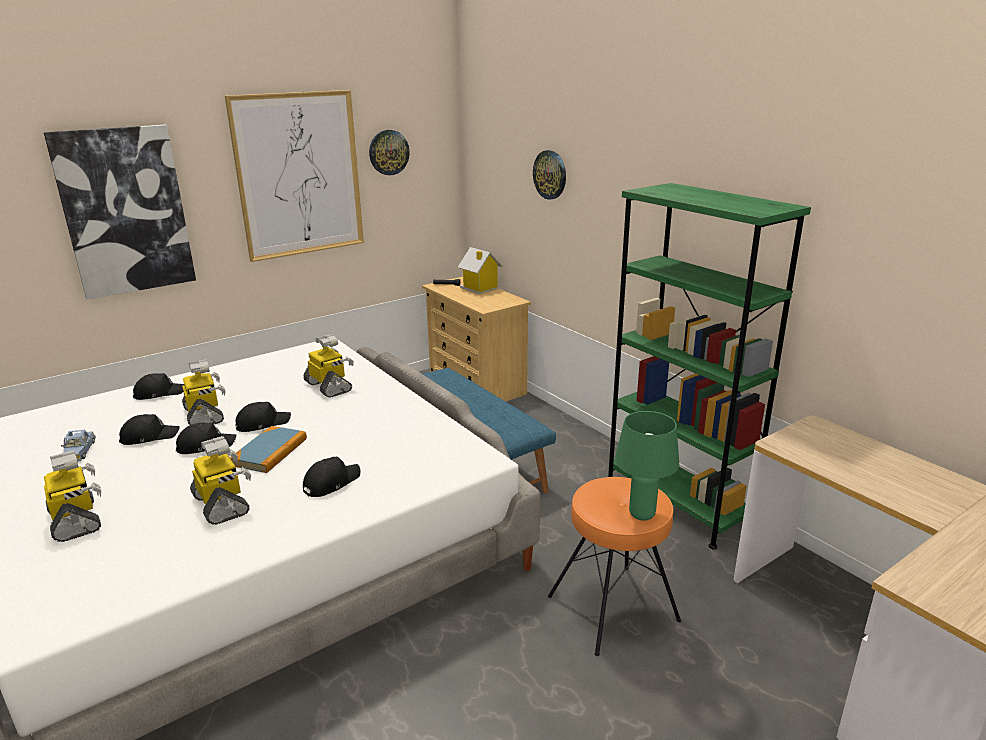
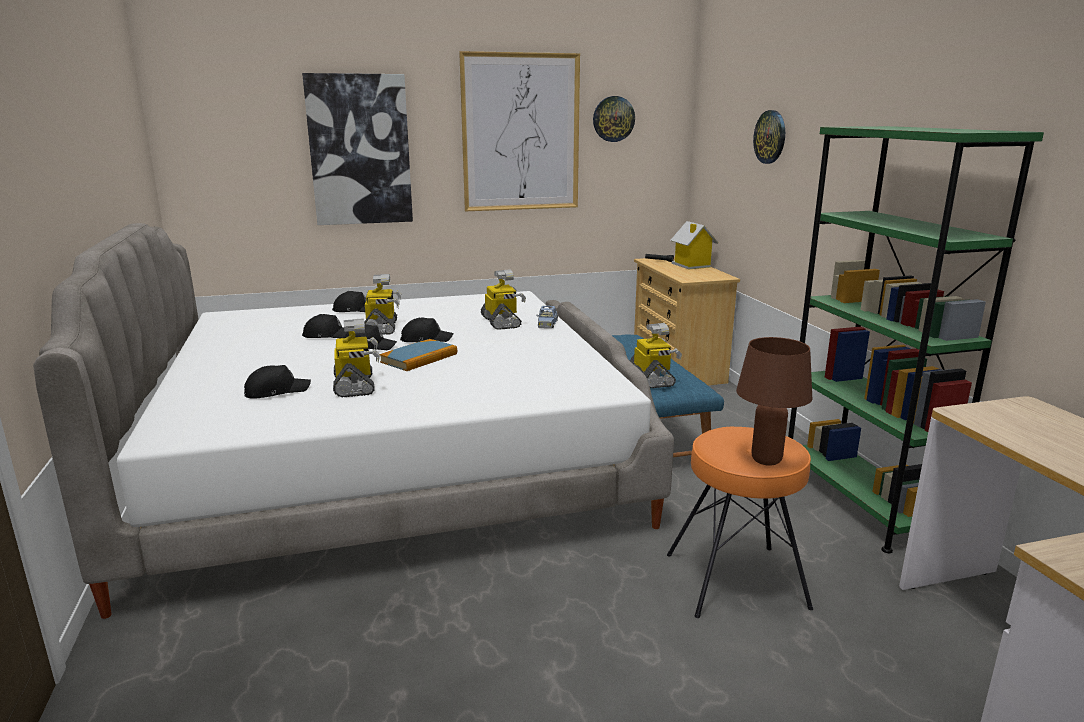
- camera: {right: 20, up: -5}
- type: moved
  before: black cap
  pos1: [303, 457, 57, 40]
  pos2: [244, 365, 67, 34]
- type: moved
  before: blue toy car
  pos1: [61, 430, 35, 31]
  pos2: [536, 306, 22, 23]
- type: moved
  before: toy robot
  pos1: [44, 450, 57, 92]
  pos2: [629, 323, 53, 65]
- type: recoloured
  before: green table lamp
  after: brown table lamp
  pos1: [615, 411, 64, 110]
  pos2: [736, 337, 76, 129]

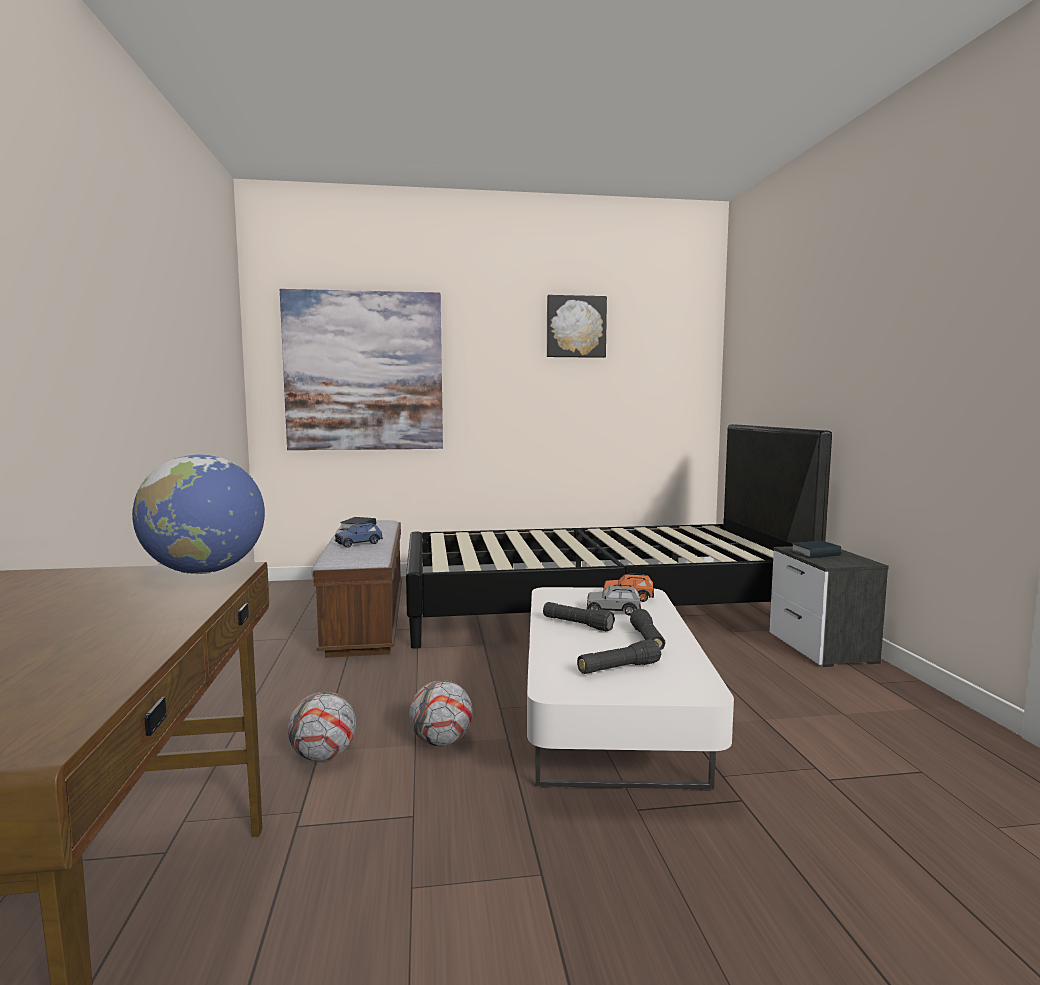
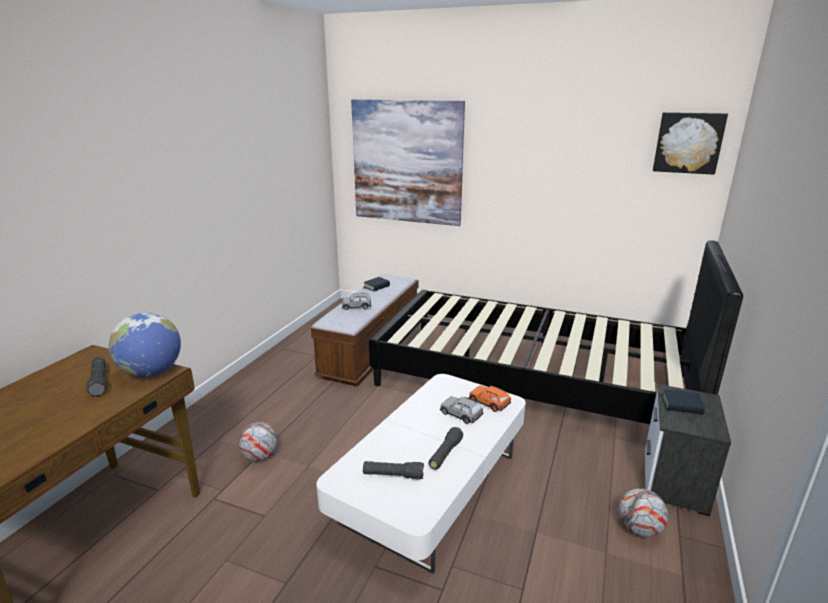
- camera: {right: 30, up: 15}
- type: moved
  before: black flashlight
  pos1: [543, 602, 72, 29]
  pos2: [86, 357, 21, 39]
- type: recoloured
  before: blue toy car
  after: grey toy car
  pos1: [335, 522, 48, 26]
  pos2: [342, 293, 29, 17]
- type: moved
  before: football
  pos1: [409, 680, 64, 66]
  pos2: [619, 488, 49, 49]
- type: moved
  before: picture
  pos1: [547, 295, 60, 63]
  pos2: [653, 112, 75, 63]

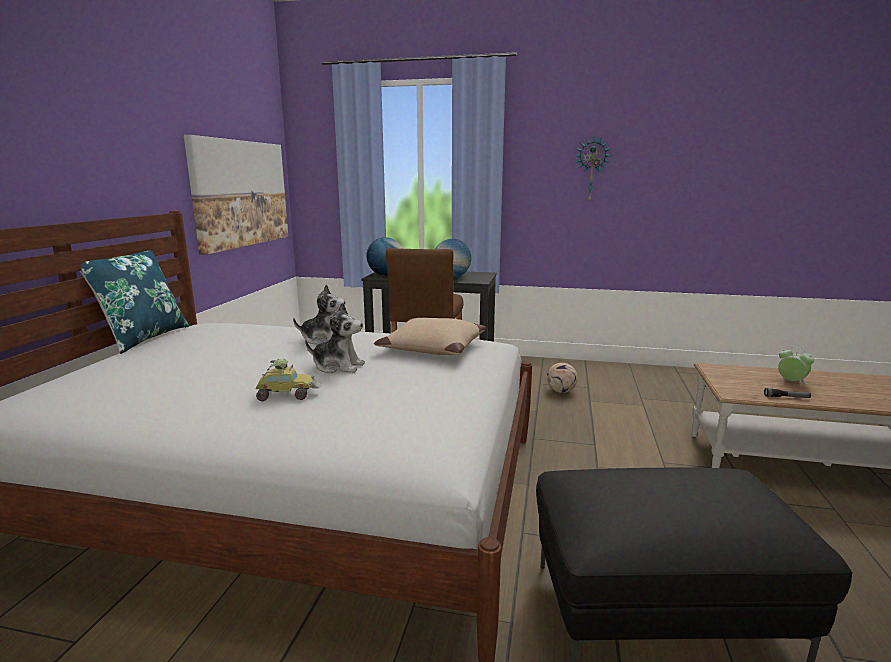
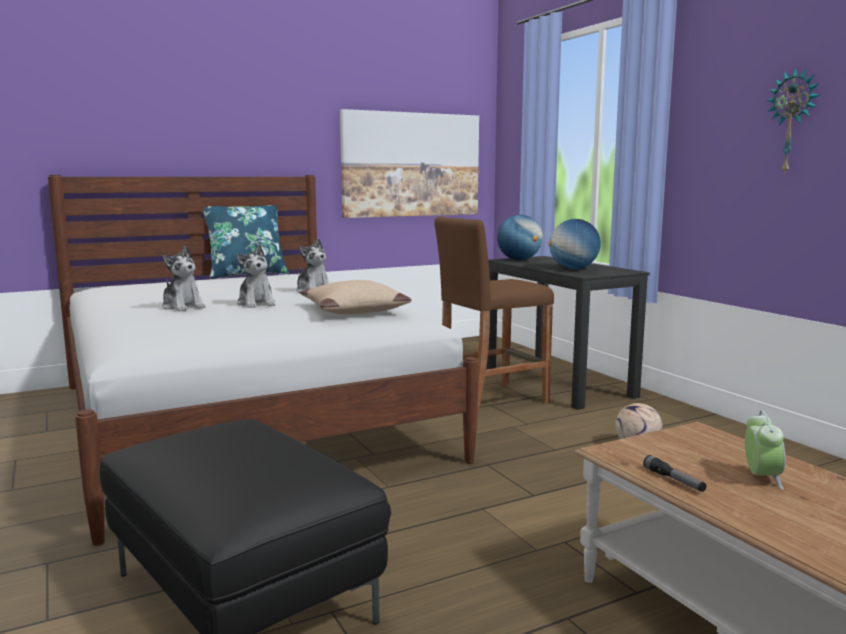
- camera: {right: 50, up: -5}
- type: replaced
  before: toy car
  after: plush toy
  pos1: [256, 359, 66, 42]
  pos2: [162, 246, 44, 65]

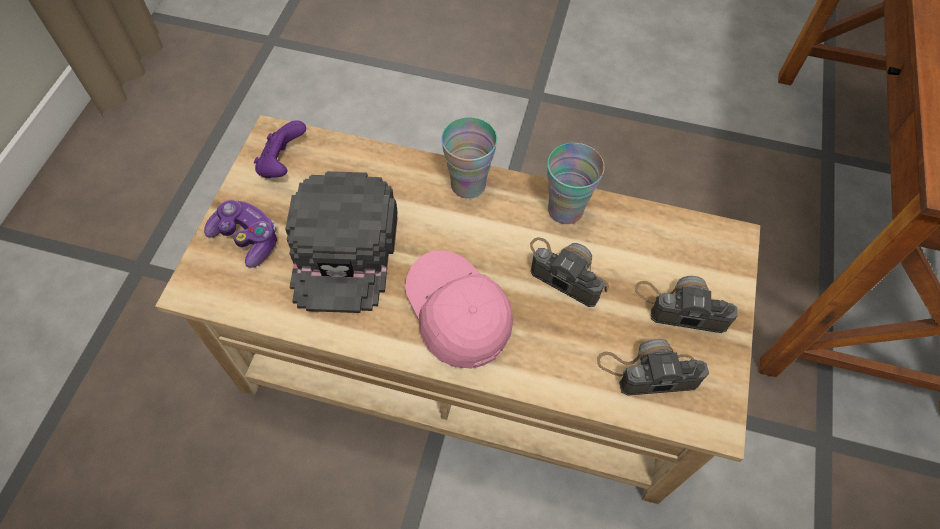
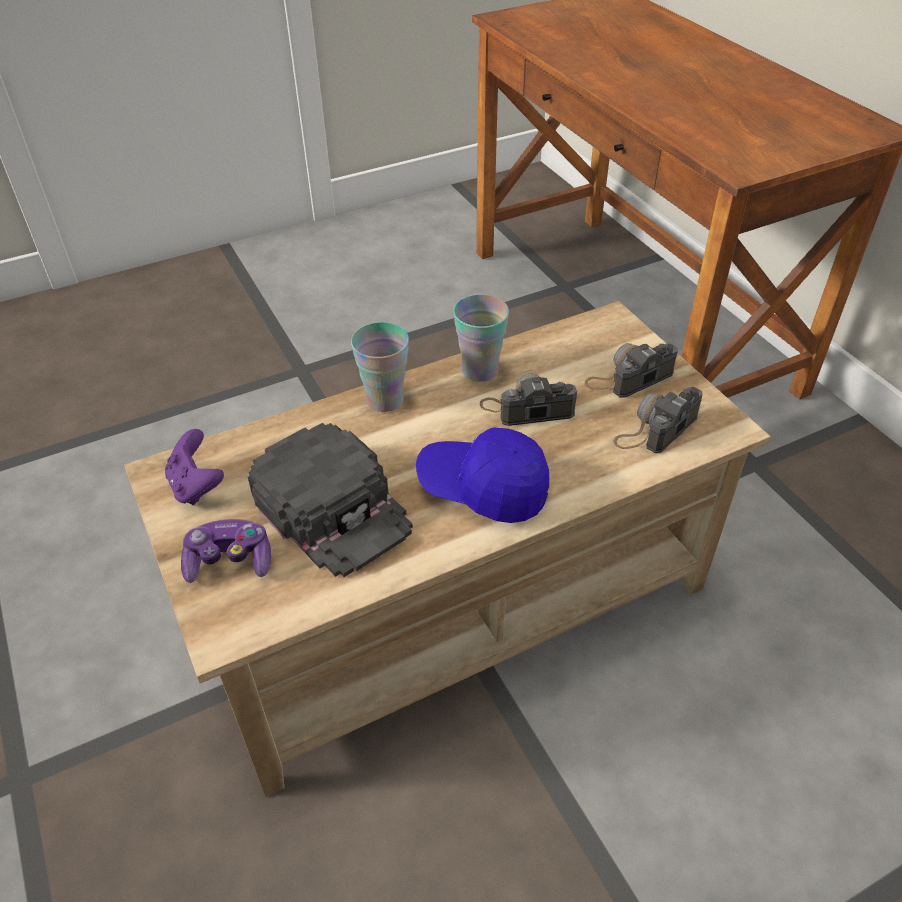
- camera: {right: -40, up: -15}
- type: recoloured
  before: pink cap
  after: blue cap
  pos1: [405, 250, 108, 119]
  pos2: [416, 427, 133, 96]

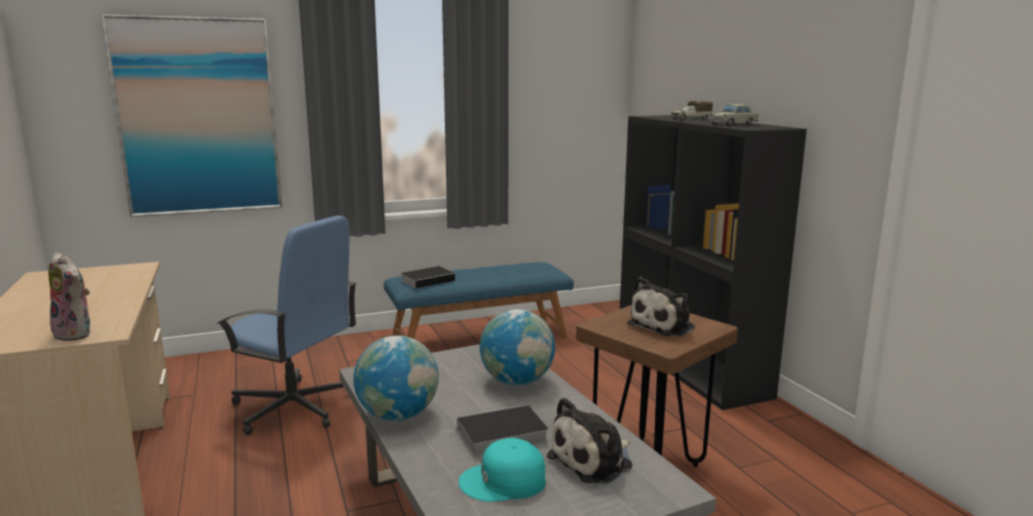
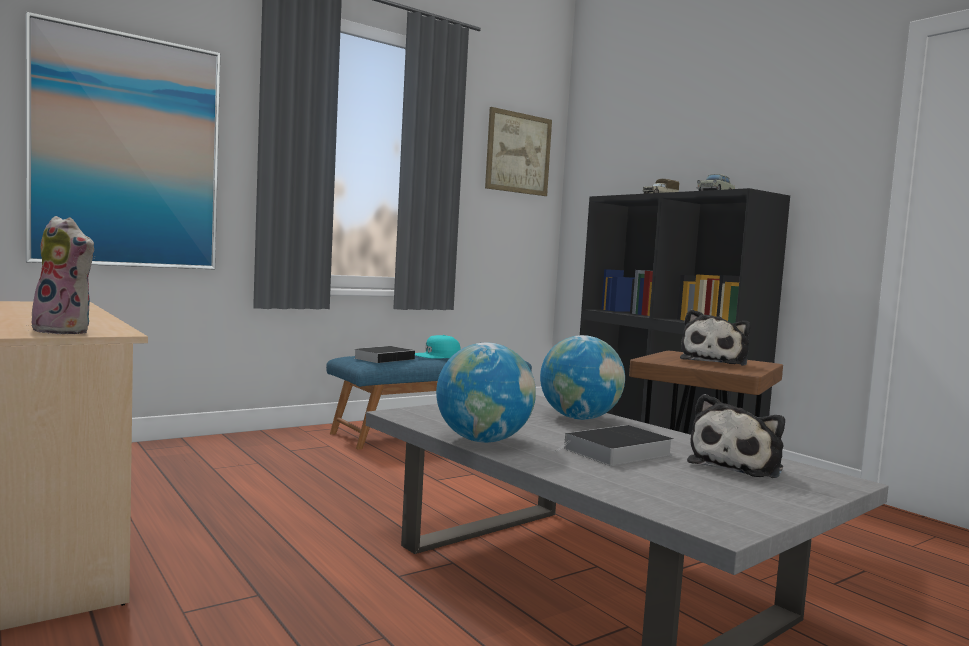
- camera: {right: -15, up: -10}
- type: moved
  before: turquoise cap
  pos1: [458, 438, 88, 64]
  pos2: [415, 335, 46, 24]
- type: added
  after: picture
  pos2: [485, 107, 67, 89]
- type: removed
  before: blue office chair
  pos1: [217, 216, 140, 219]

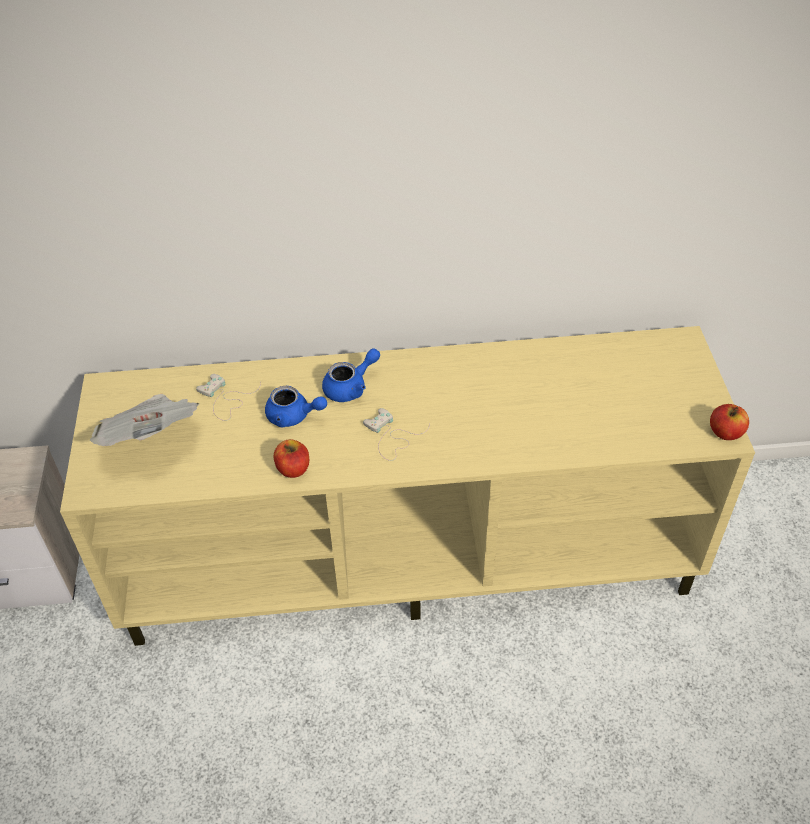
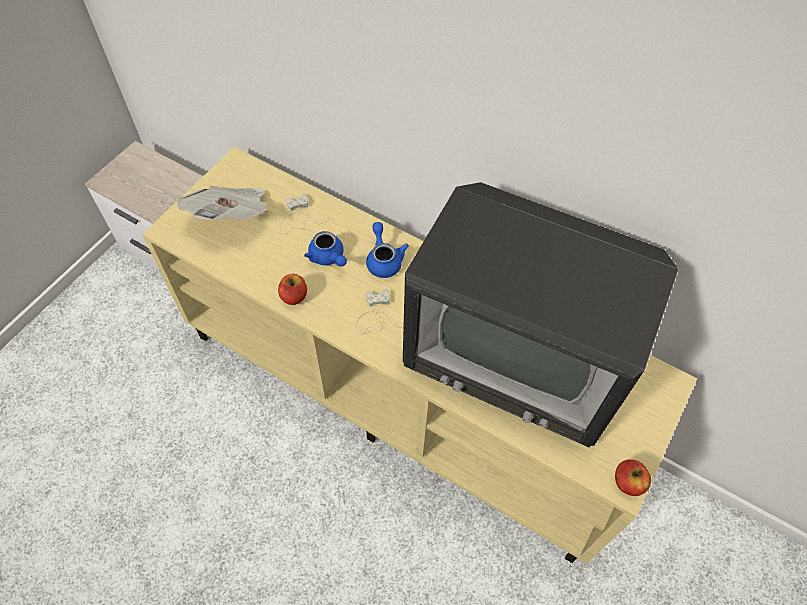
- camera: {right: 35, up: 10}
- type: turned
  before: blue teapot
  pos1: [322, 348, 58, 54]
  pos2: [366, 222, 43, 56]
  turn: -105
- type: added
  after: television
  pos2: [403, 182, 276, 265]

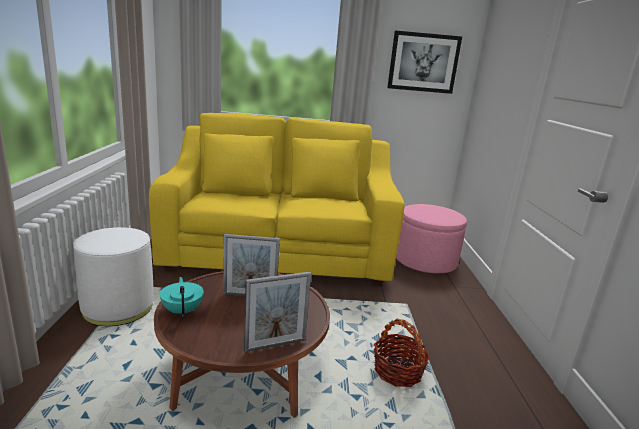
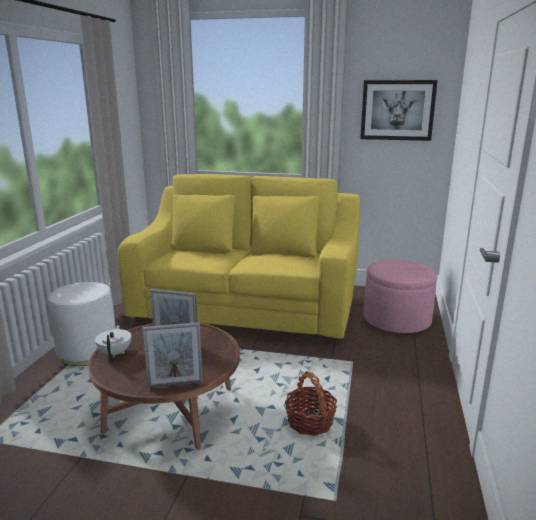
- camera: {right: 15, up: 0}
- type: recoloured
  before: turquoise teapot
  after: white teapot
  pos1: [160, 277, 44, 40]
  pos2: [95, 325, 36, 33]

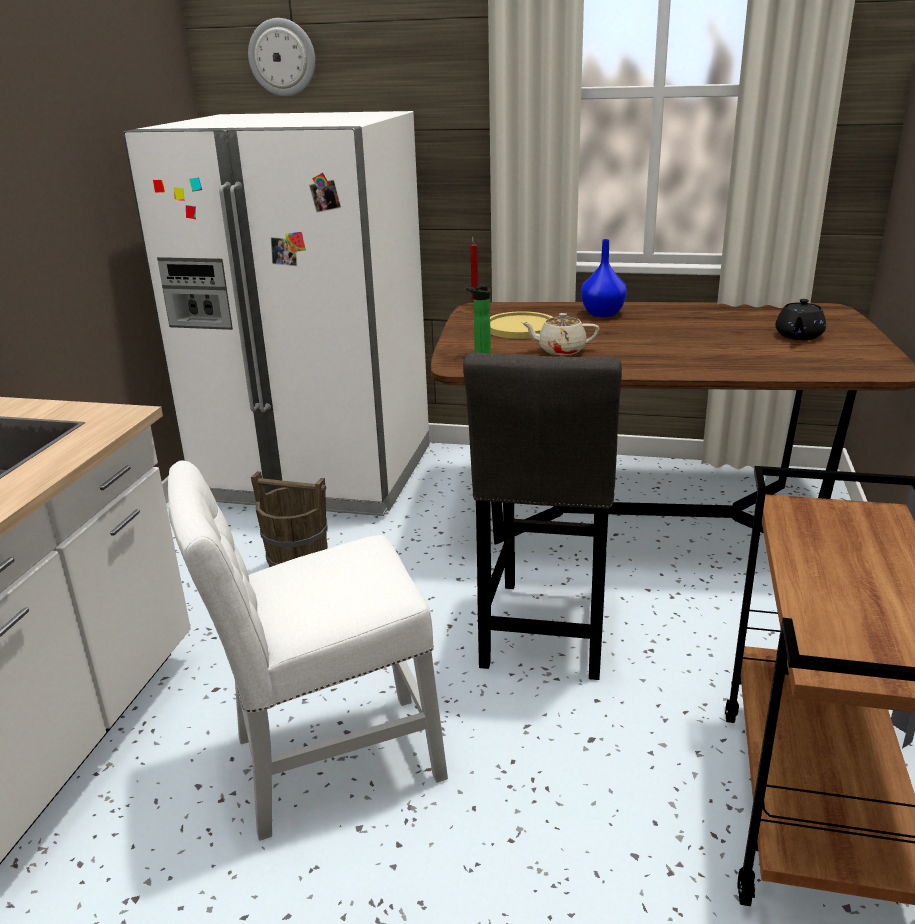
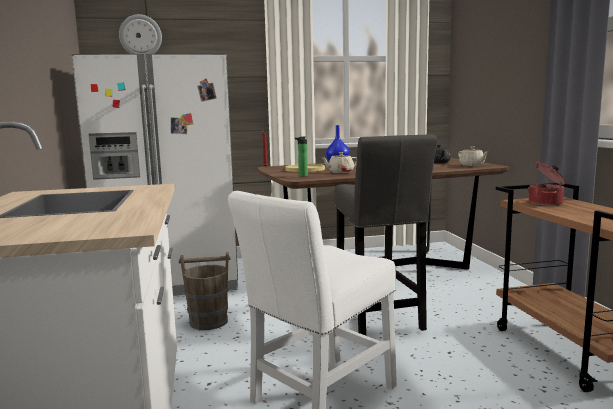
- camera: {right: -25, up: -15}
- type: added
  after: beige teapot
  pos2: [458, 146, 31, 20]
- type: added
  after: cooking pot
  pos2: [528, 162, 38, 44]

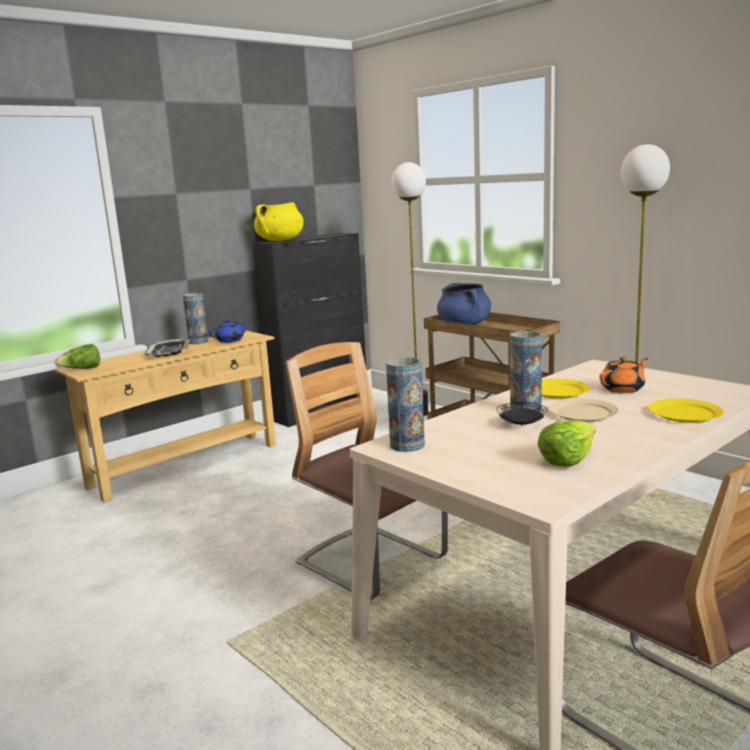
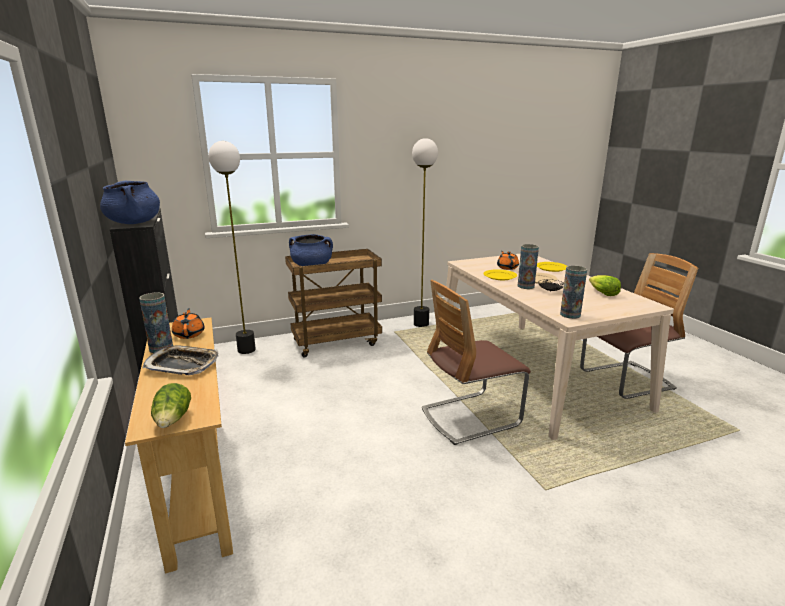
- camera: {right: -70, up: 5}
- type: recoloured
  before: yellow cooking pot
  after: blue cooking pot
  pos1: [254, 202, 50, 39]
  pos2: [100, 181, 60, 43]
- type: recoloured
  before: blue teapot
  after: orange teapot
  pos1: [209, 319, 40, 24]
  pos2: [172, 308, 32, 31]

